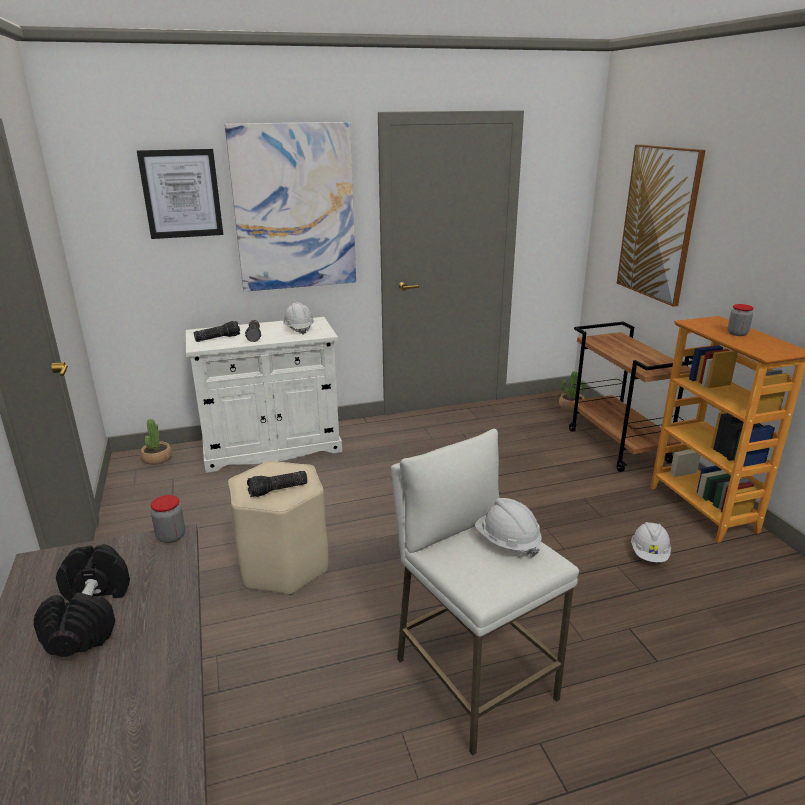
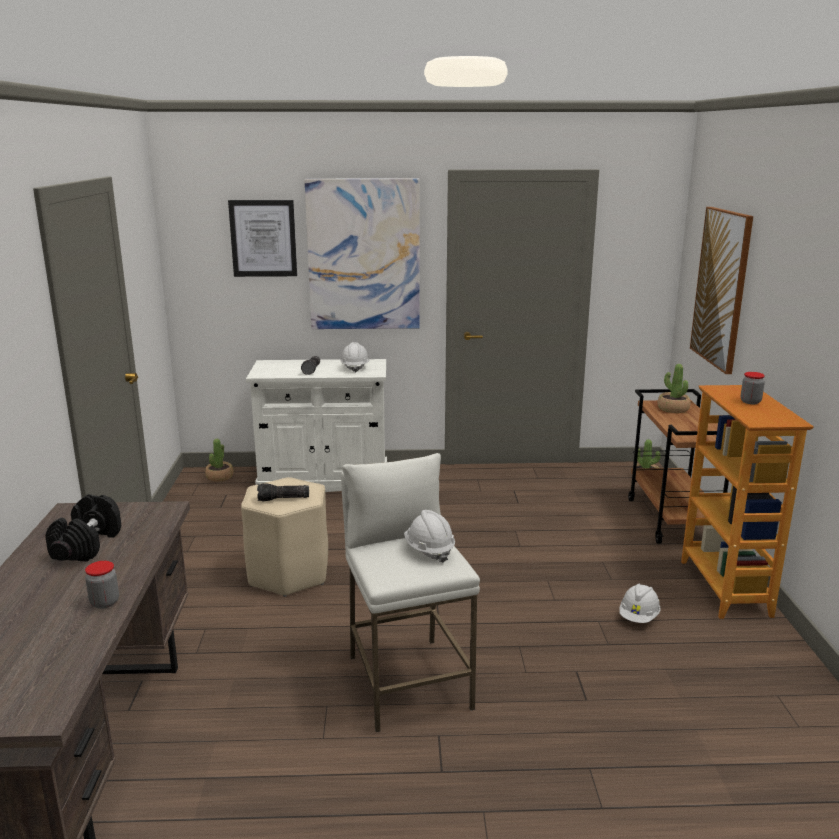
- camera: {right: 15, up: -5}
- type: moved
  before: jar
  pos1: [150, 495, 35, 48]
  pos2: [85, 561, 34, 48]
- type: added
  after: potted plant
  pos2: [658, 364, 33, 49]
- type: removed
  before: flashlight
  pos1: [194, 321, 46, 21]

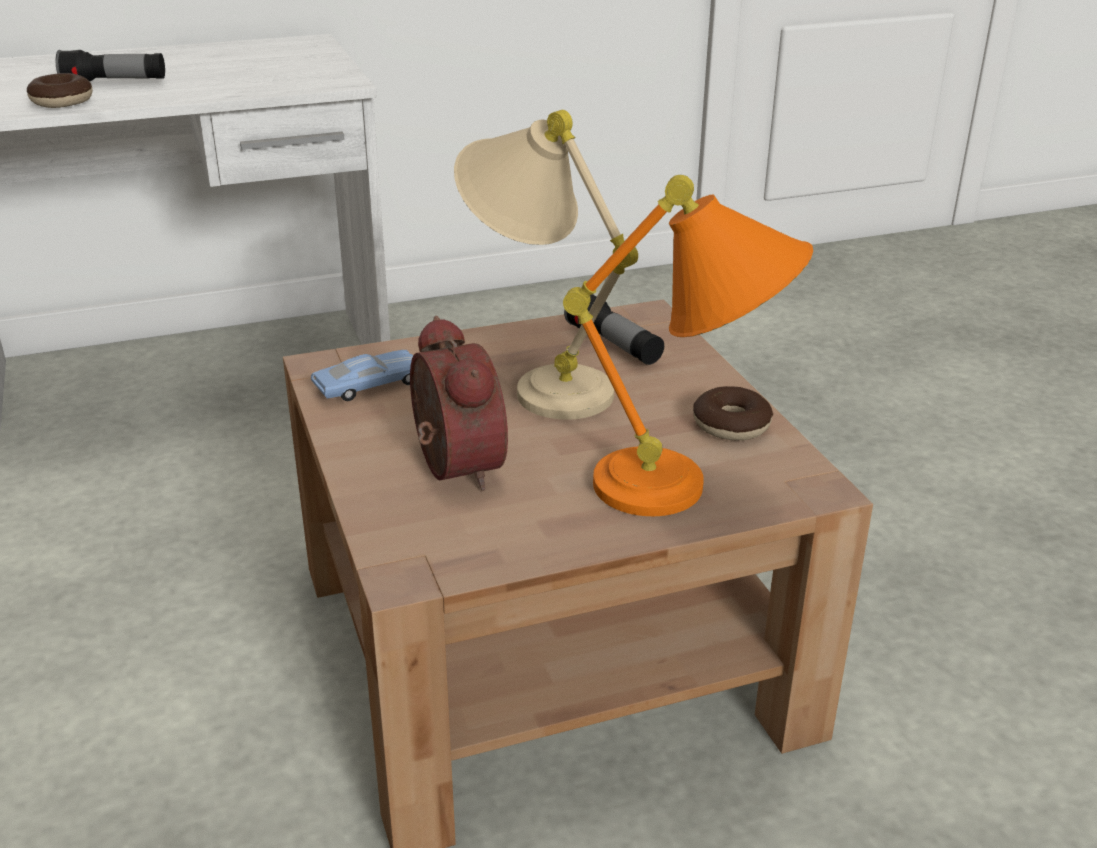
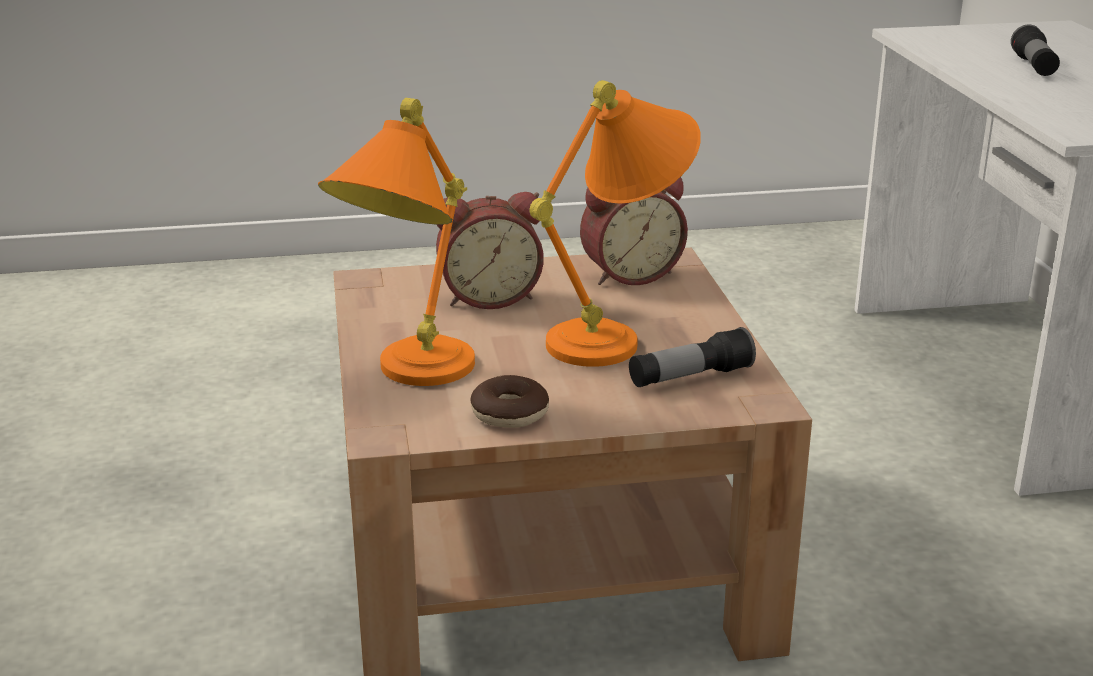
- camera: {right: 100, up: -5}
- type: recoloured
  before: beige table lamp
  after: orange table lamp
  pos1: [454, 110, 184, 310]
  pos2: [530, 80, 171, 287]
- type: replaced
  before: blue toy car
  after: alarm clock
  pos1: [311, 350, 103, 51]
  pos2: [580, 177, 108, 108]
- type: removed
  before: donut
  pos1: [27, 73, 66, 35]

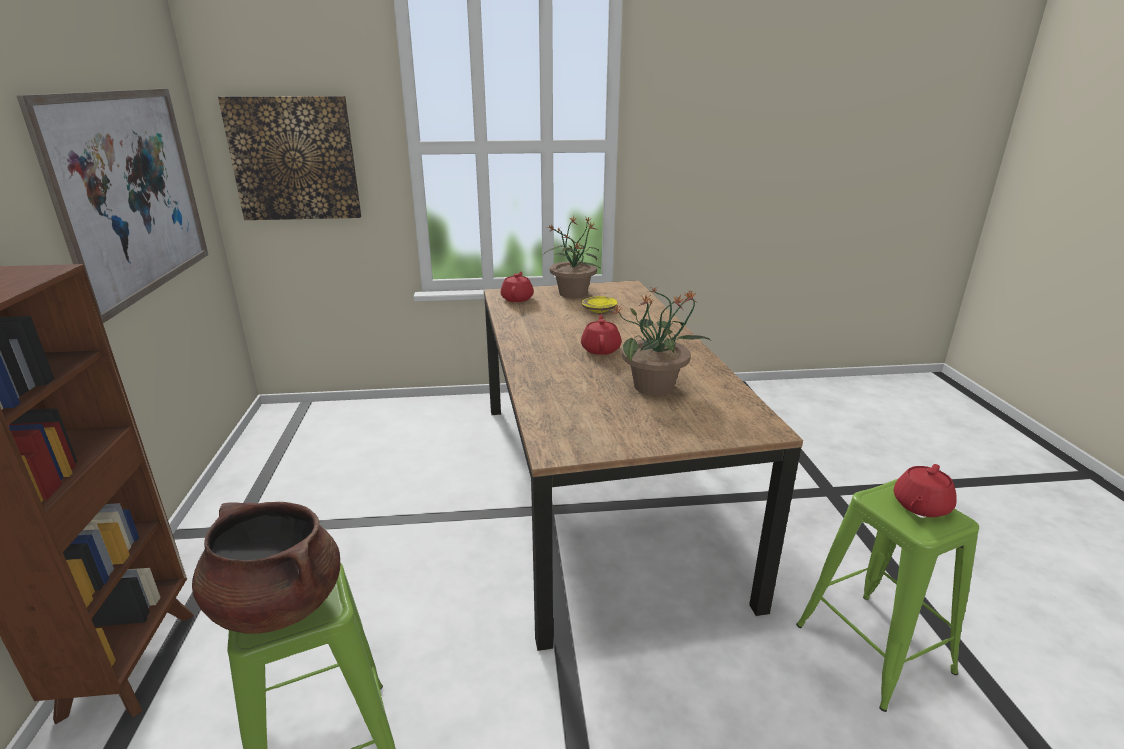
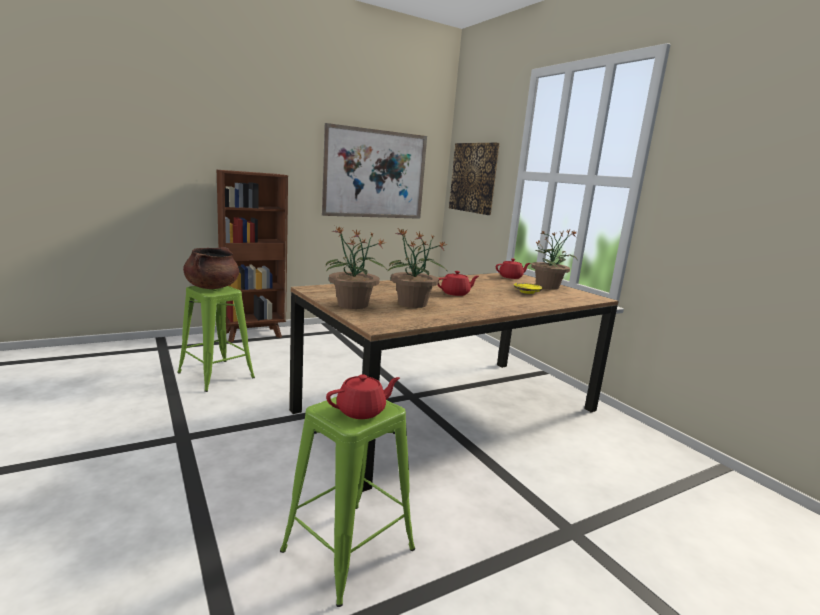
- camera: {right: 65, up: -10}
- type: added
  after: potted plant
  pos2: [326, 226, 61, 83]
- type: turned
  before: red teapot
  pos1: [894, 464, 63, 53]
  pos2: [326, 374, 74, 45]
  turn: 135

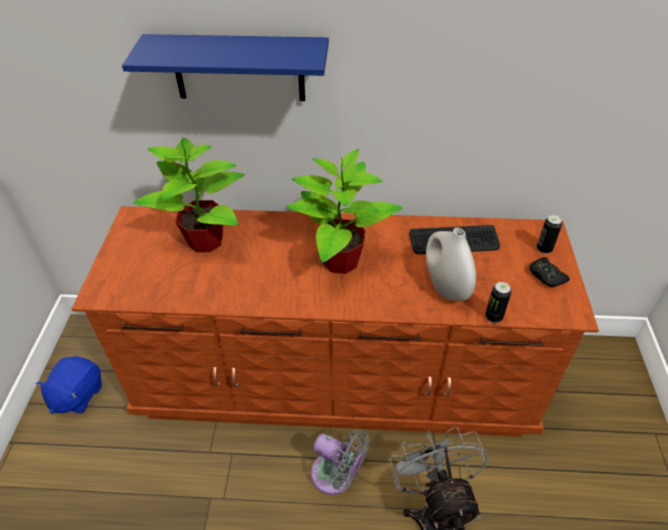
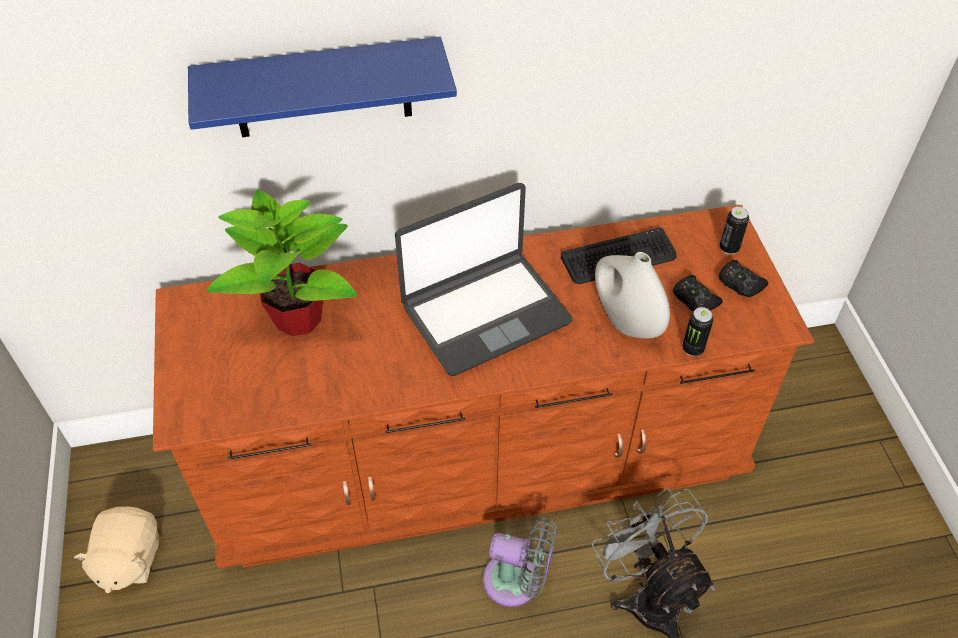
- camera: {right: -15, up: 5}
- type: recoloured
  before: blue plush toy
  after: beige plush toy
  pos1: [36, 356, 66, 58]
  pos2: [74, 507, 85, 86]
- type: replaced
  before: potted plant
  after: laptop
  pos1: [286, 149, 117, 125]
  pos2: [395, 183, 177, 193]
- type: added
  after: black game controller
  pos2: [673, 275, 50, 36]

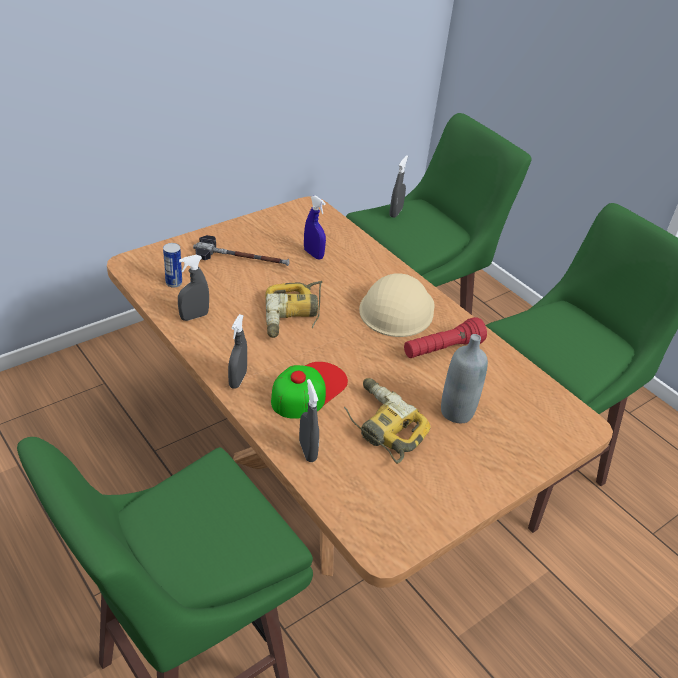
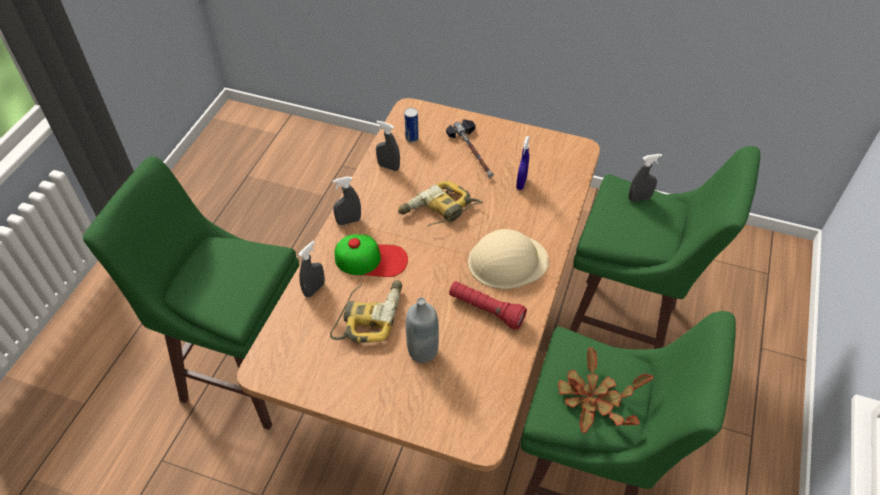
- camera: {right: 60, up: 10}
- type: added
  after: potted plant
  pos2: [558, 347, 95, 86]

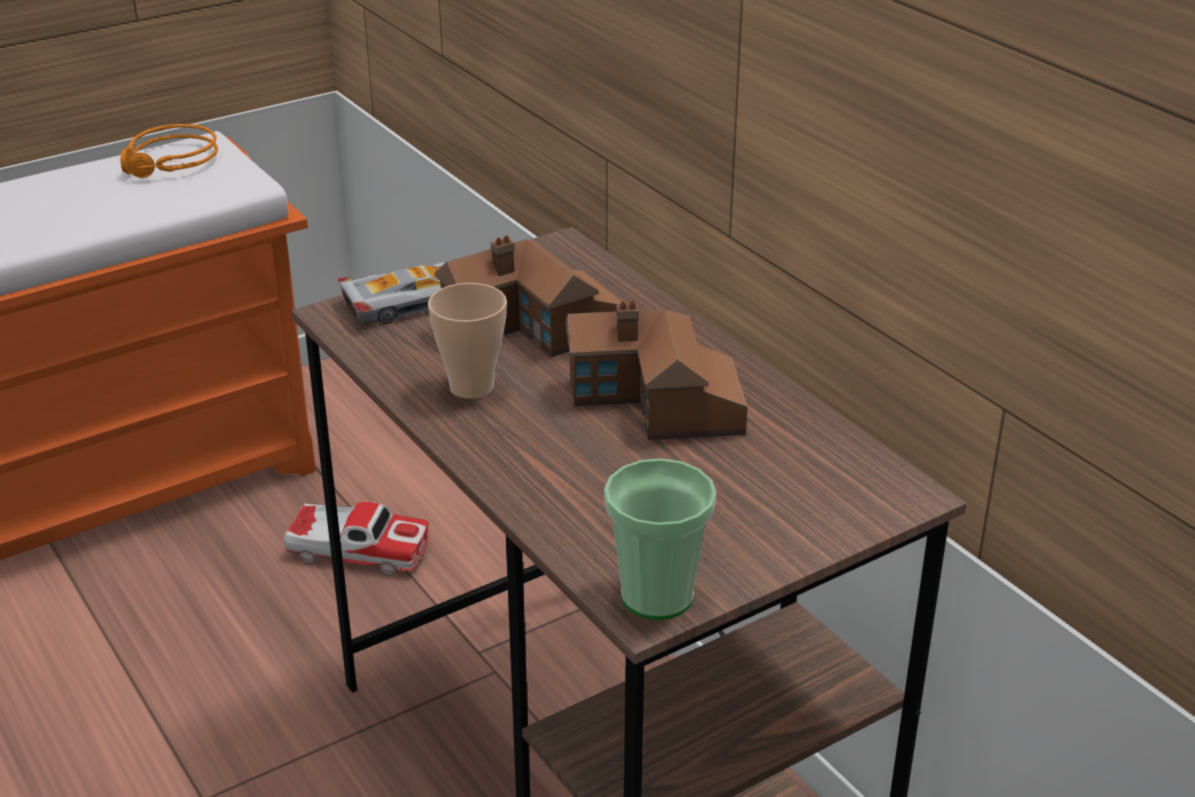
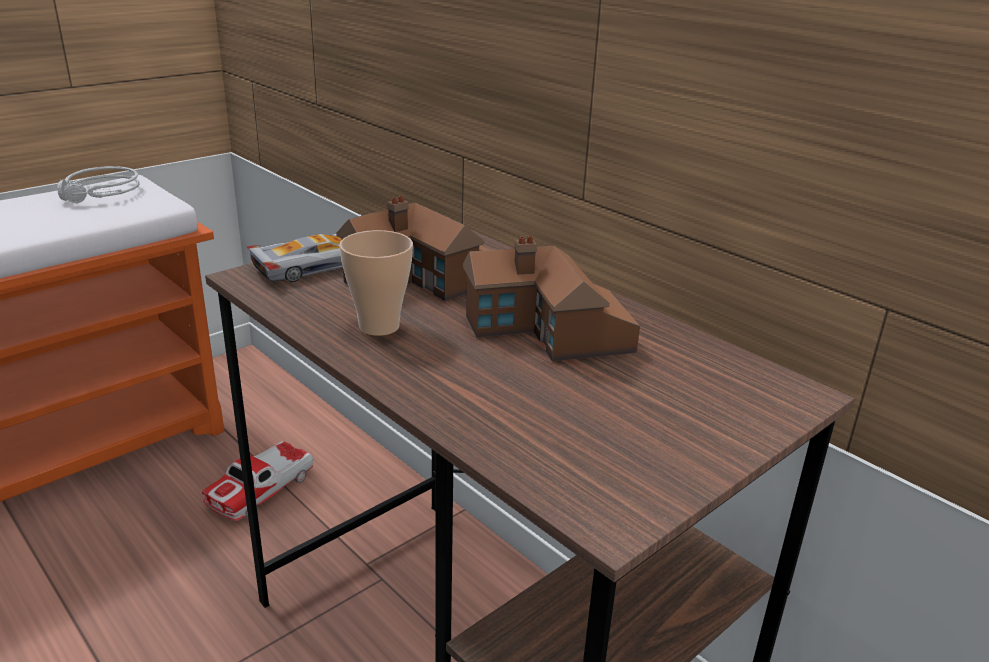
- camera: {right: -10, up: -5}
- type: recoloured
  before: orange headphones
  after: grey headphones
  pos1: [120, 124, 98, 55]
  pos2: [57, 166, 83, 37]
- type: turned
  before: toy car
  pos1: [283, 502, 146, 74]
  pos2: [202, 441, 112, 80]
  turn: 120
- type: removed
  before: cup
  pos1: [604, 459, 112, 161]

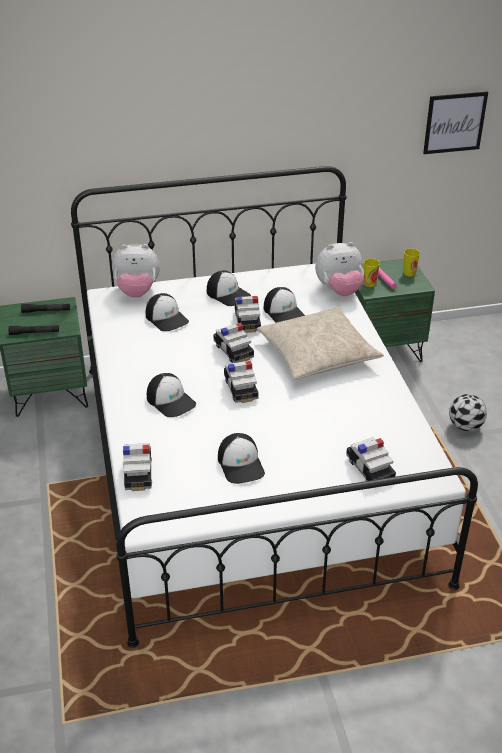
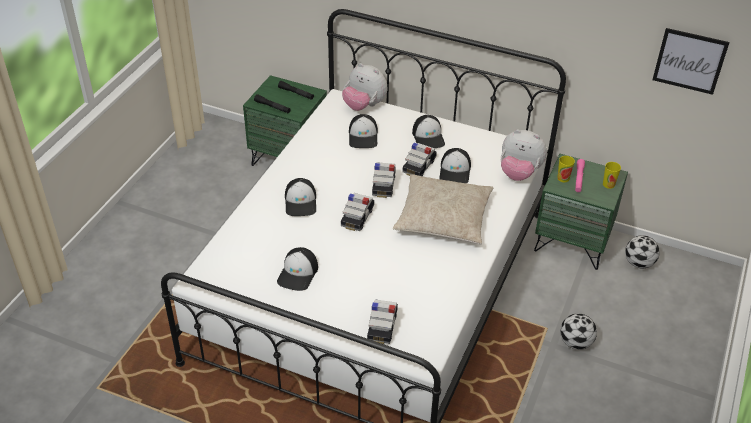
- camera: {right: 35, up: 5}
- type: added
  after: football
  pos2: [625, 235, 35, 34]
- type: removed
  before: toy car
  pos1: [123, 443, 29, 48]

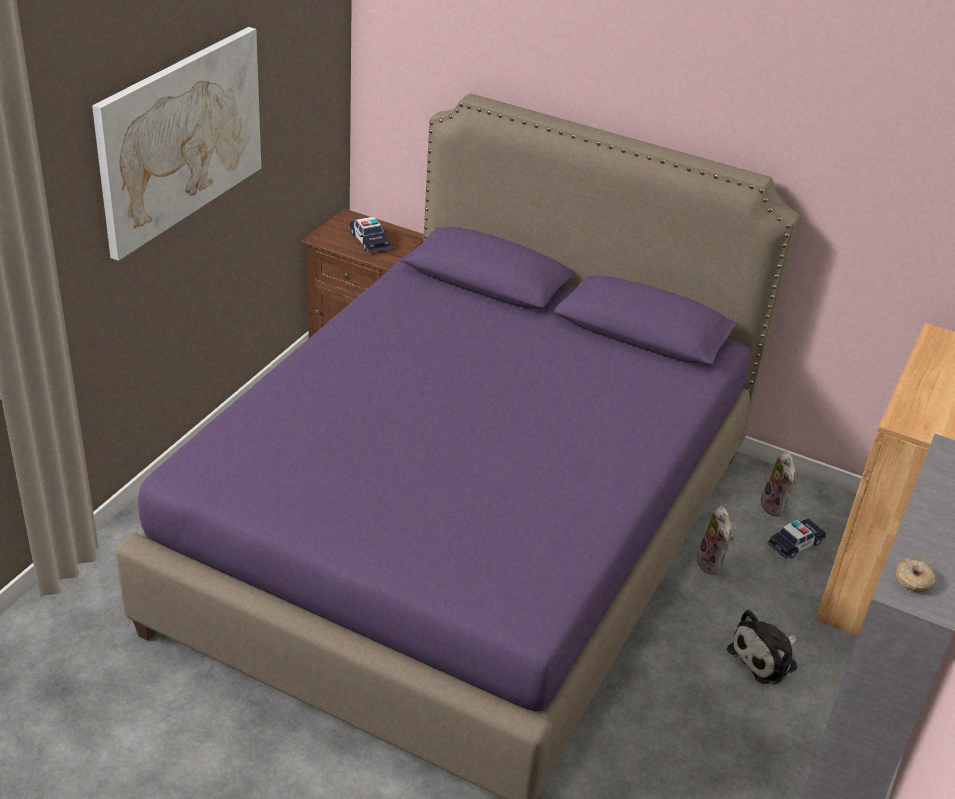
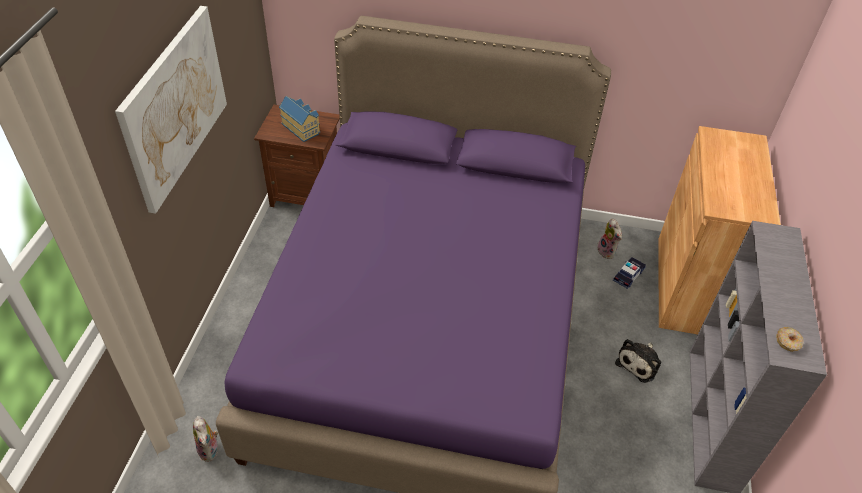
- camera: {right: -15, up: 10}
- type: moved
  before: plush toy
  pos1: [694, 506, 40, 69]
  pos2: [193, 416, 25, 46]
- type: replaced
  before: toy car
  after: toy house
  pos1: [349, 216, 42, 37]
  pos2: [279, 96, 41, 46]

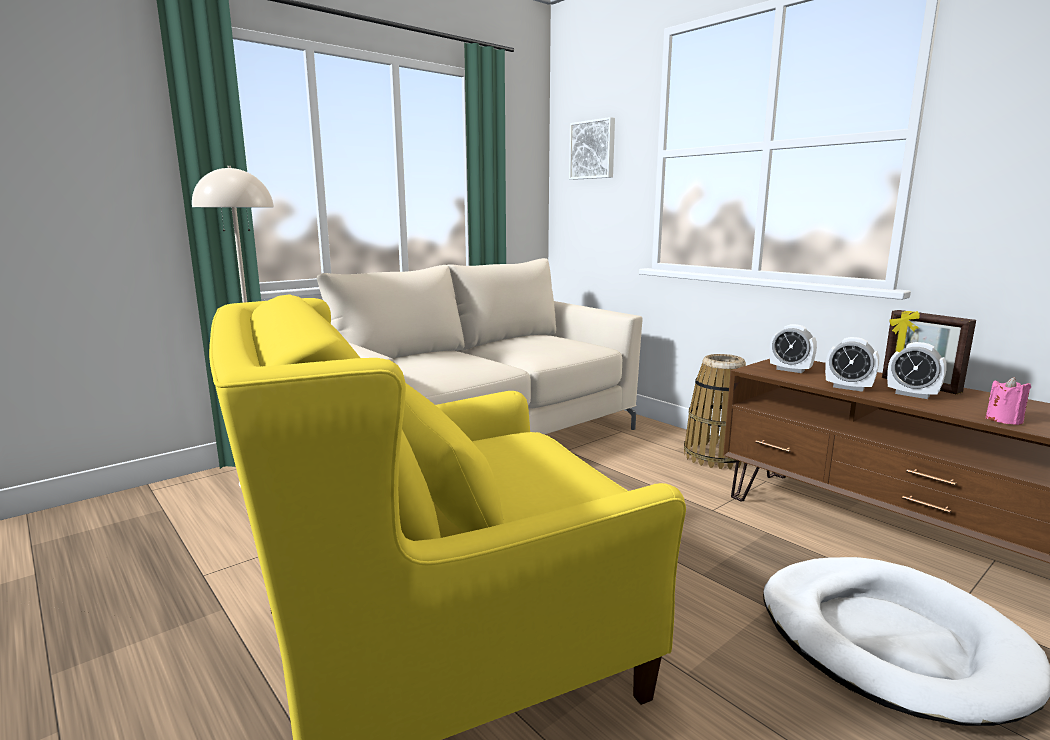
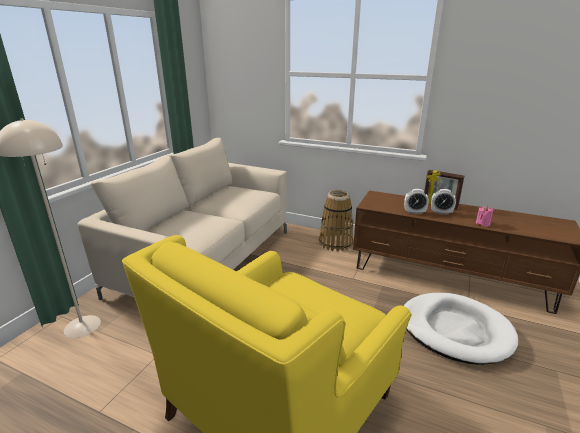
- camera: {right: -25, up: 10}
- type: removed
  before: picture
  pos1: [569, 117, 46, 63]
- type: removed
  before: alarm clock
  pos1: [770, 324, 47, 49]

